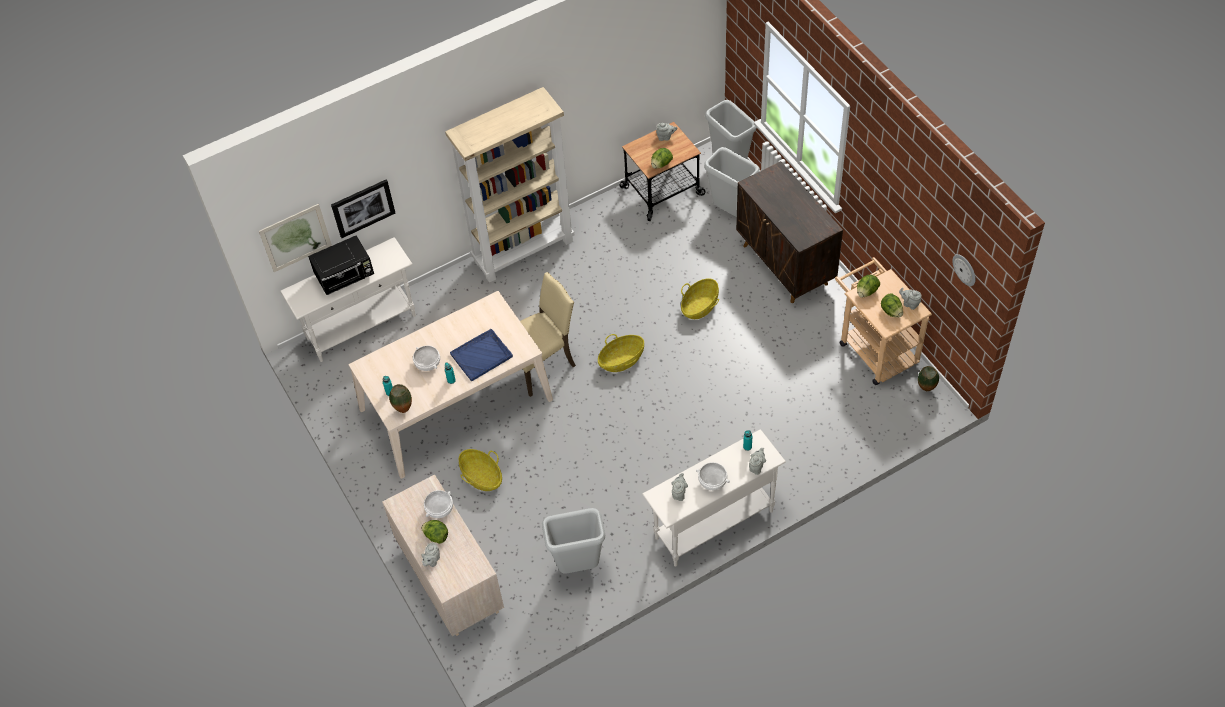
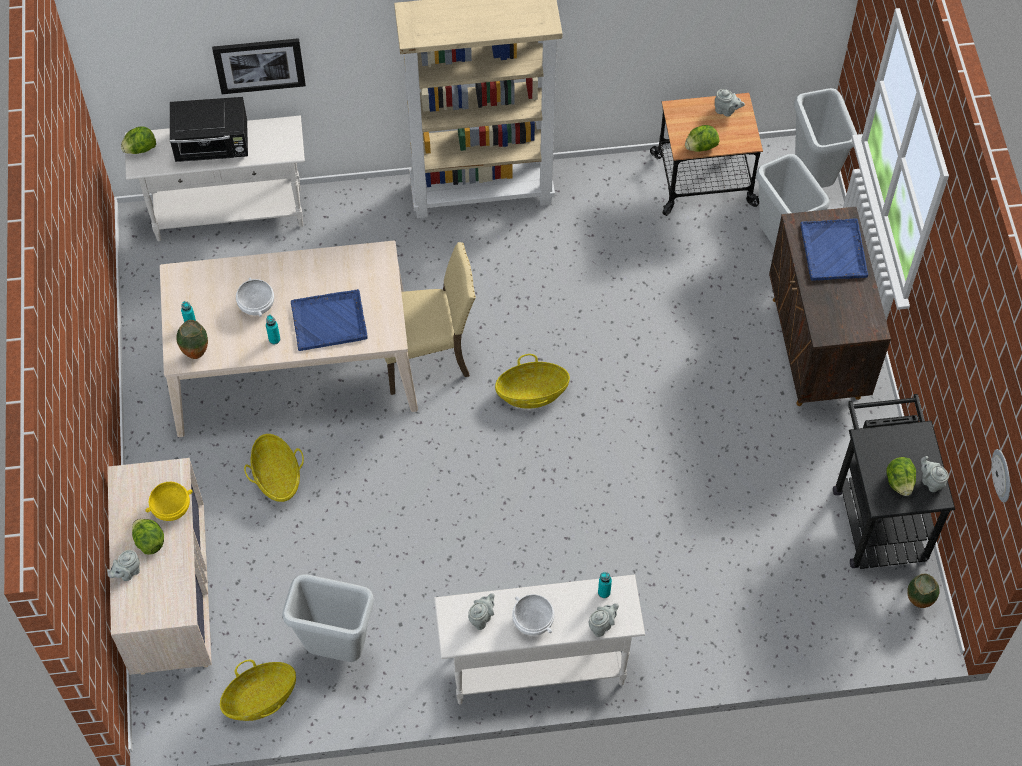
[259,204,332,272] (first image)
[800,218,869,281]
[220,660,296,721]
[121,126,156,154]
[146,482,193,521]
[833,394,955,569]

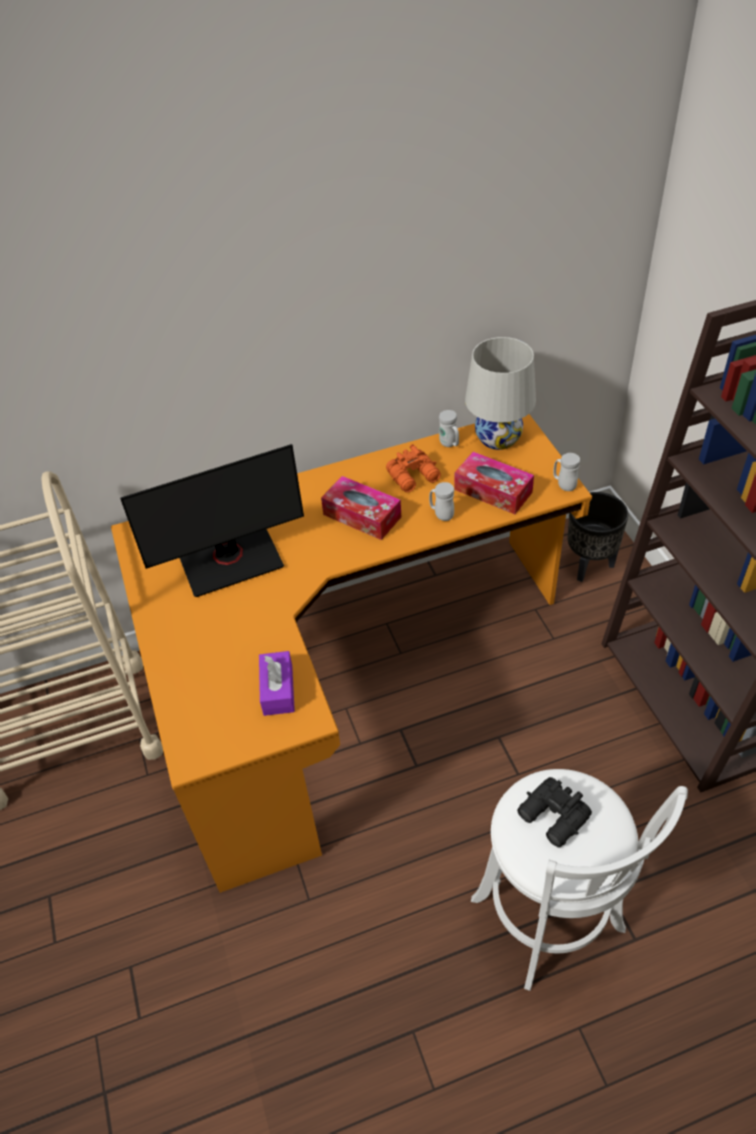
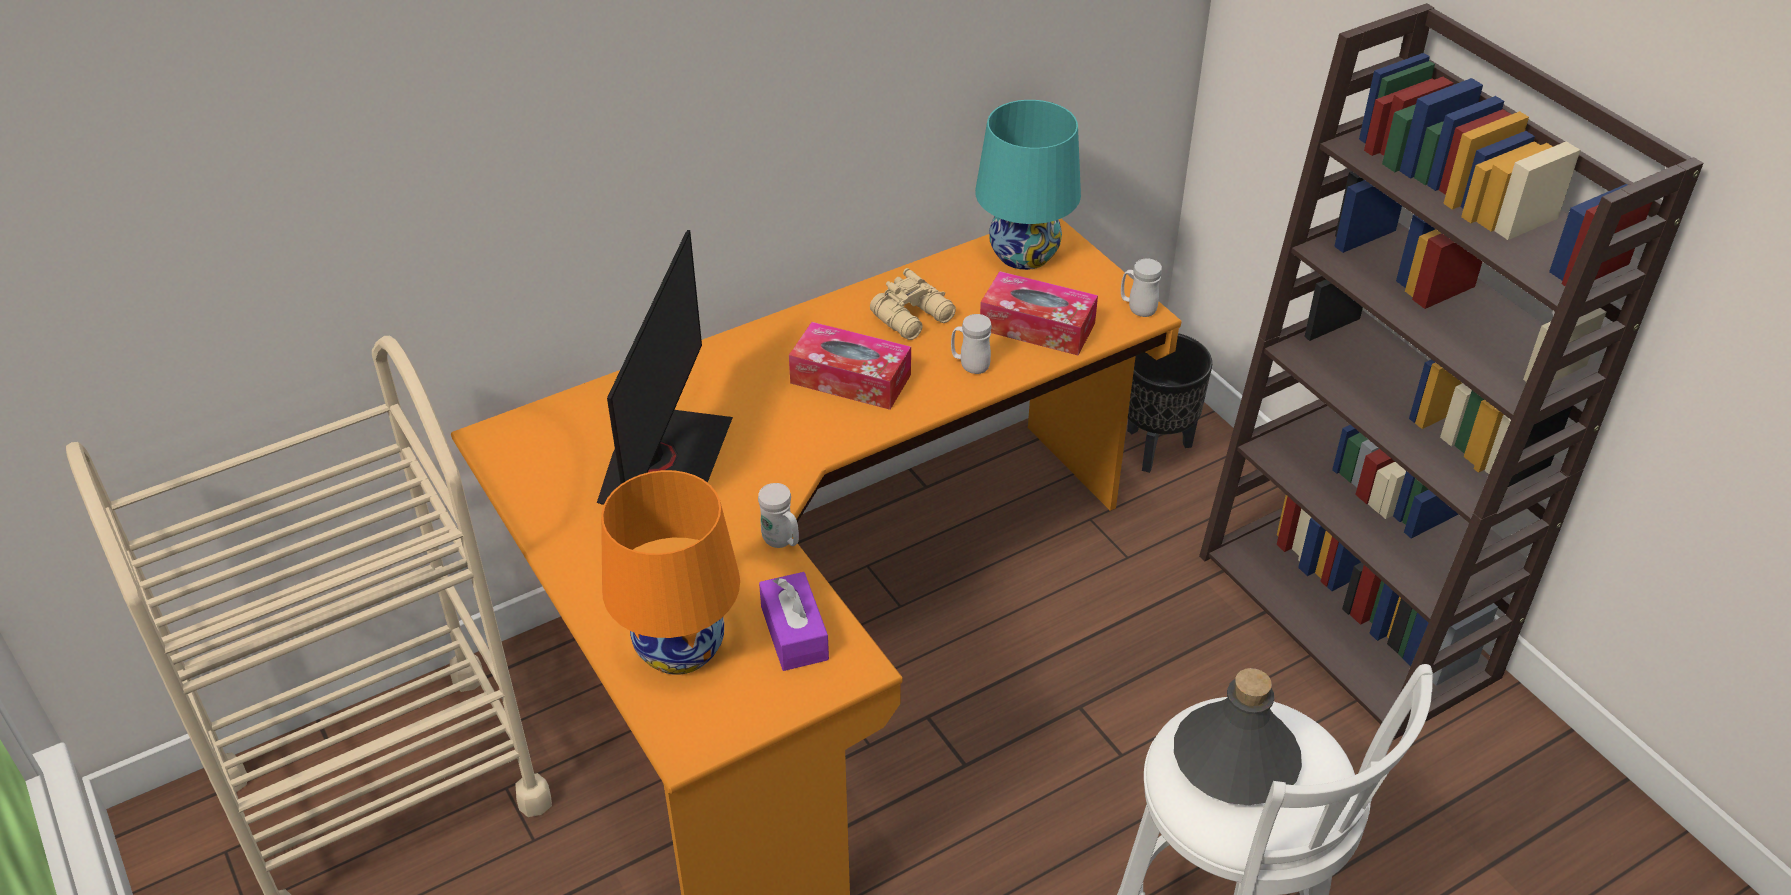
[601,470,740,675]
[758,483,799,548]
[1174,668,1302,805]
[870,268,956,340]
[975,100,1081,270]
[597,230,733,505]

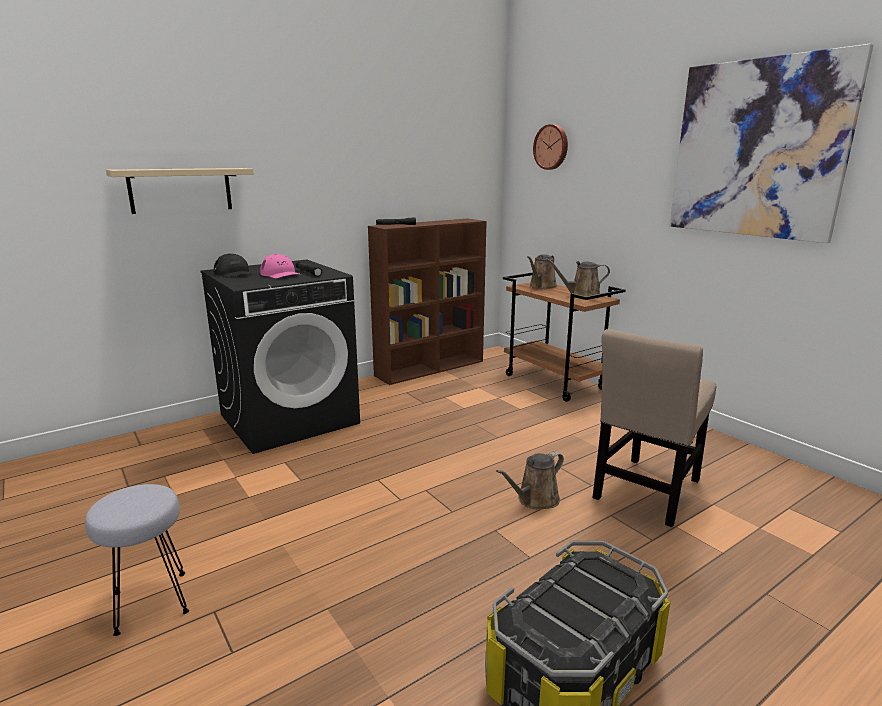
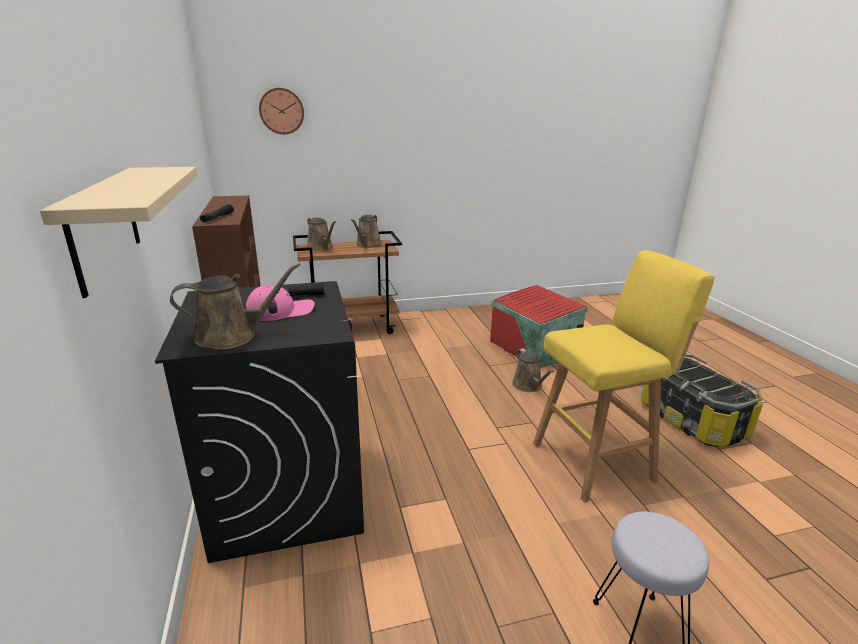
[669,44,873,243] (first image)
[533,250,715,502]
[170,263,300,350]
[490,285,588,368]

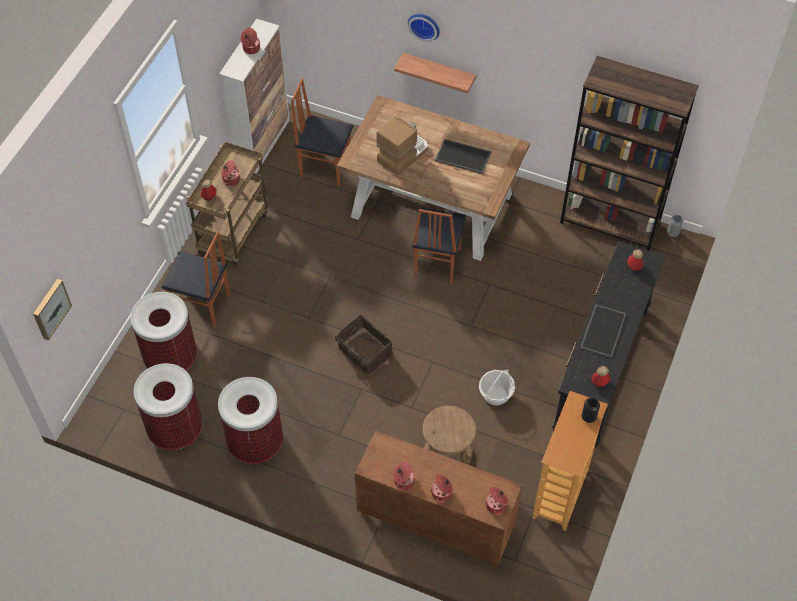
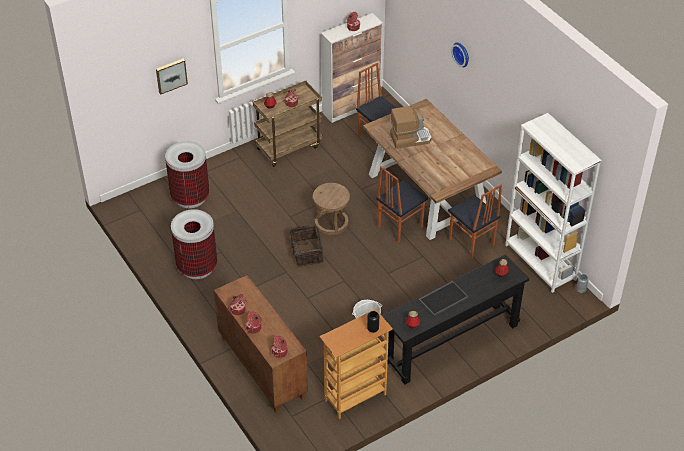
[134,363,202,450] (first image)
[394,53,476,93] (first image)
[435,139,492,174] (first image)
[156,59,188,94]
[448,185,502,259]
[313,183,350,235]
[505,113,602,293]

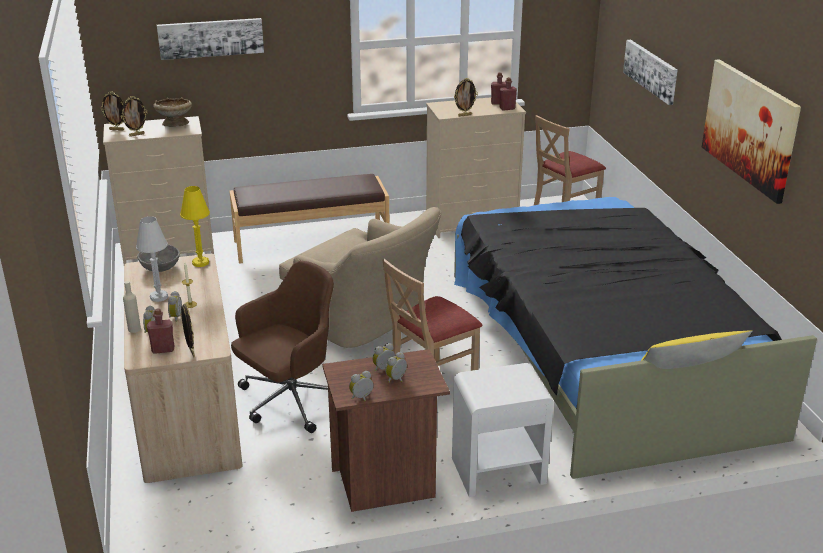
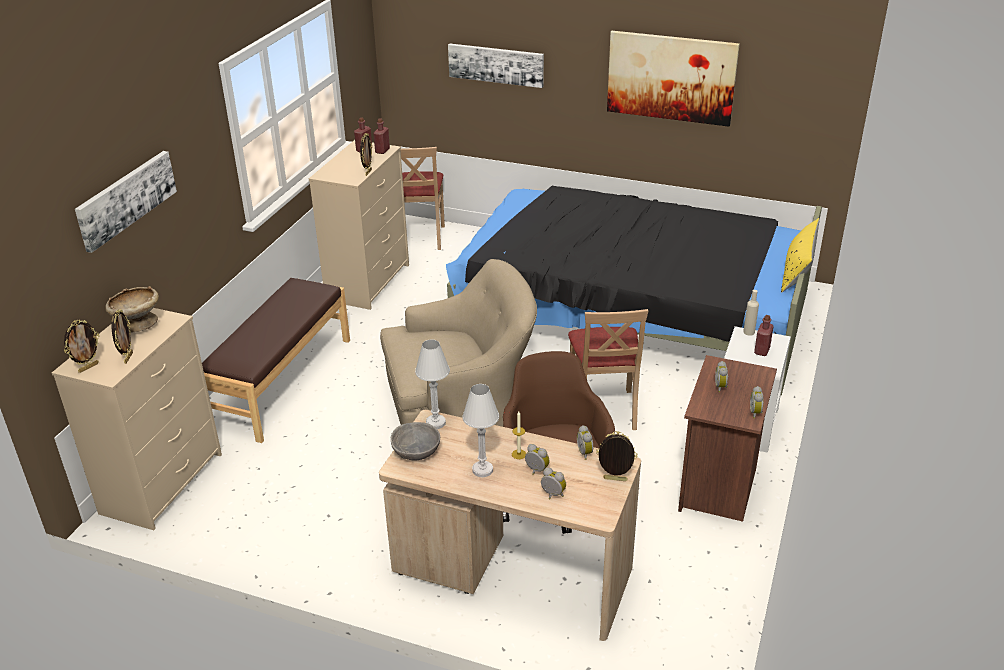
[743,290,759,336]
[754,315,774,356]
[577,425,593,460]
[415,340,450,429]

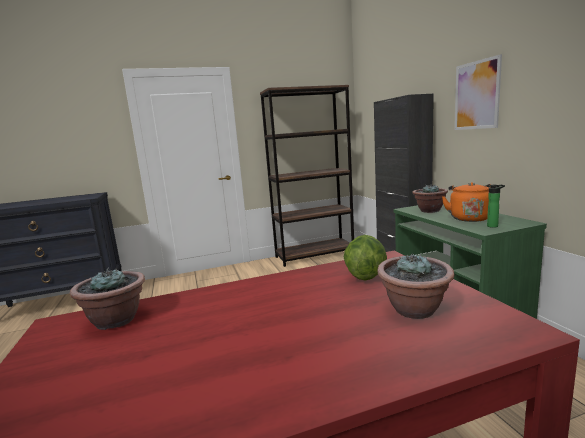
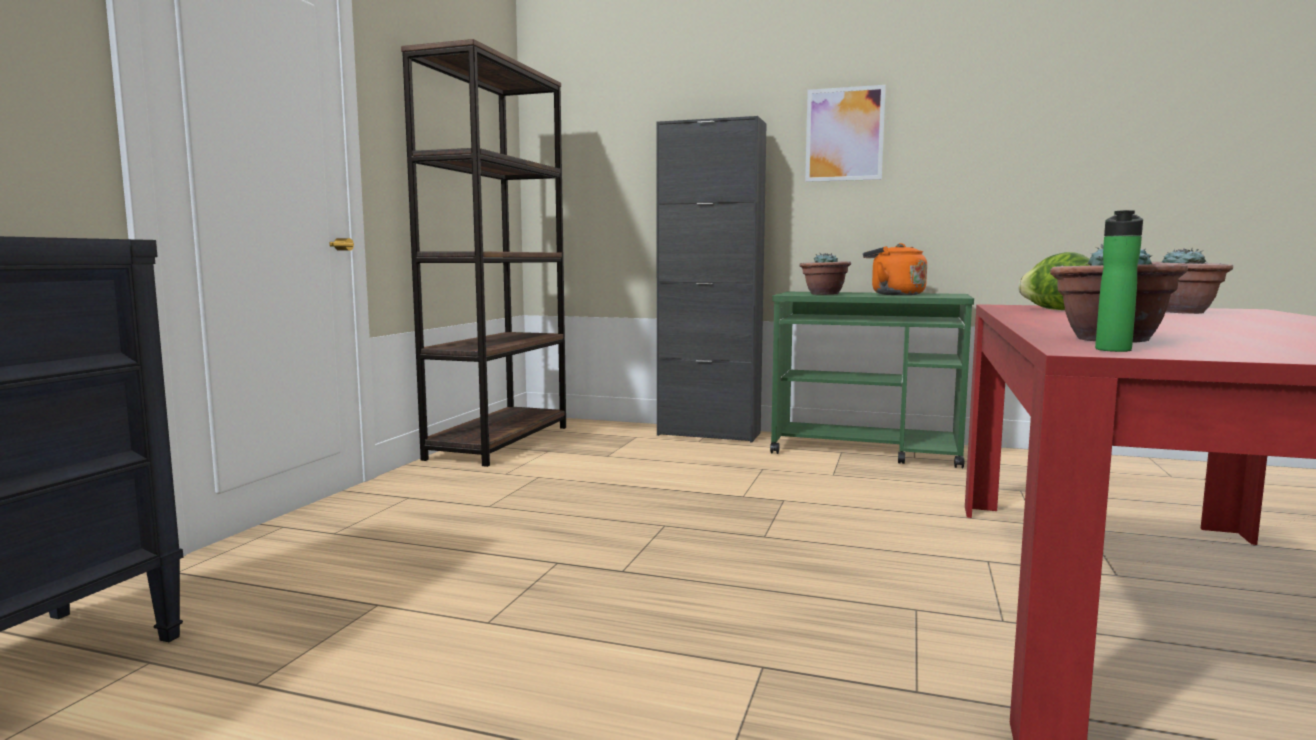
[1095,210,1143,352]

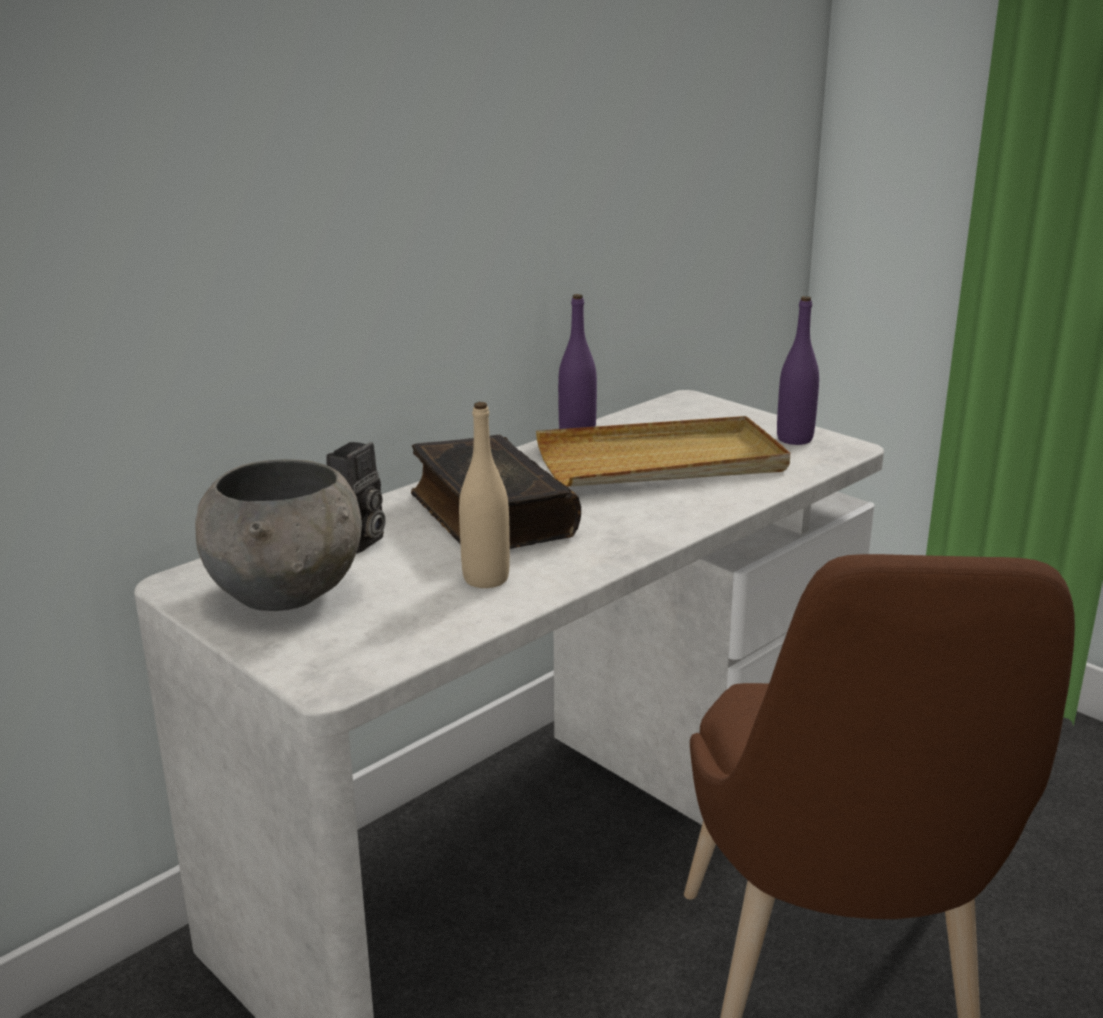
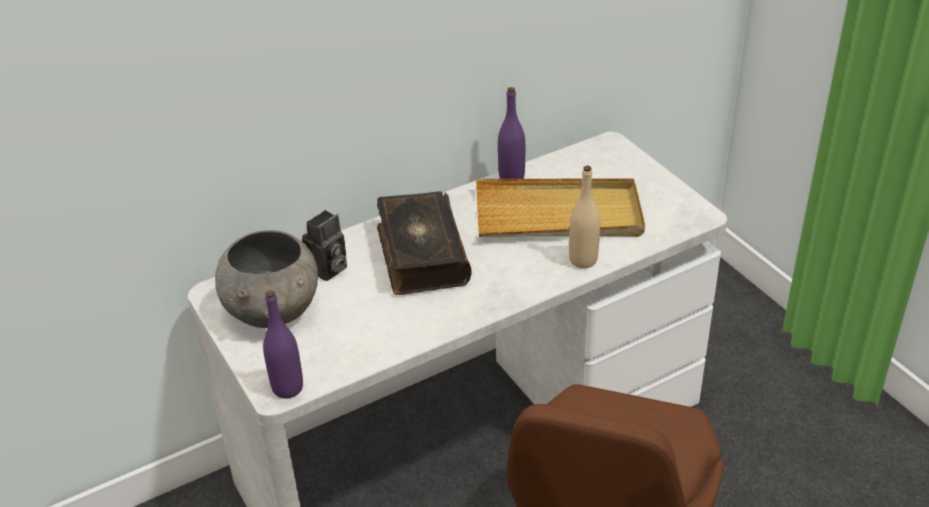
[569,165,600,268]
[263,290,303,398]

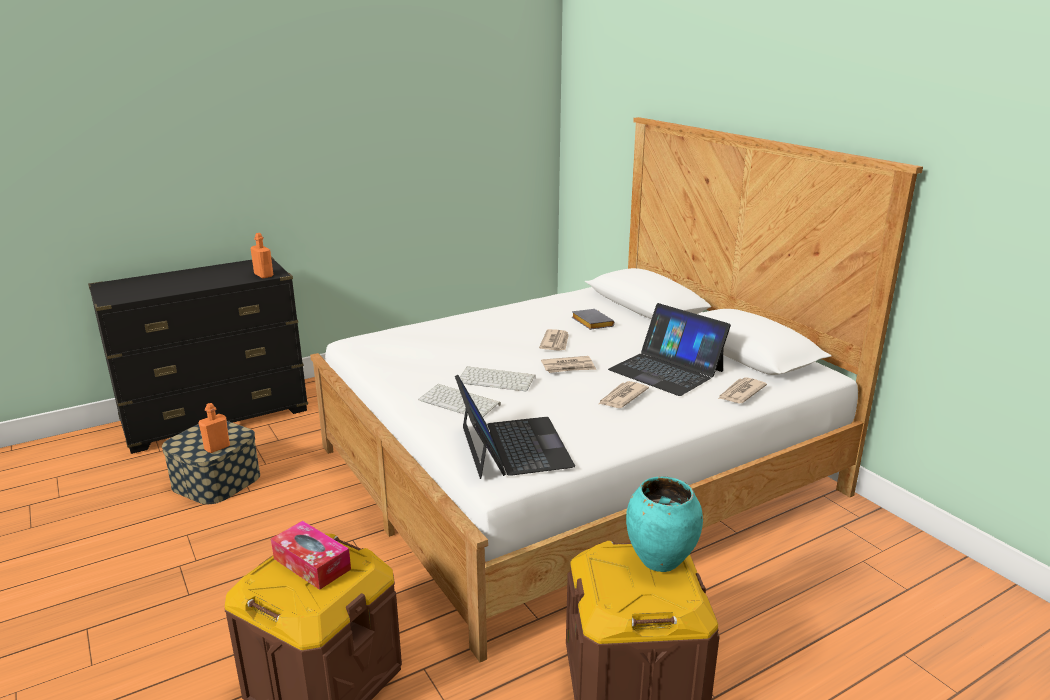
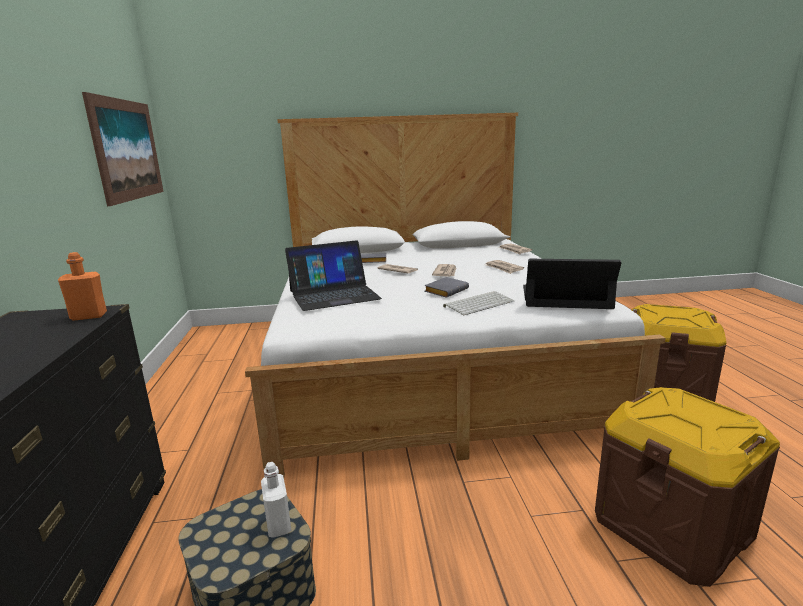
[271,521,351,590] (first image)
[626,476,703,572] (first image)
[82,92,164,206]
[285,240,382,311]
[424,277,469,298]
[261,462,291,538]

